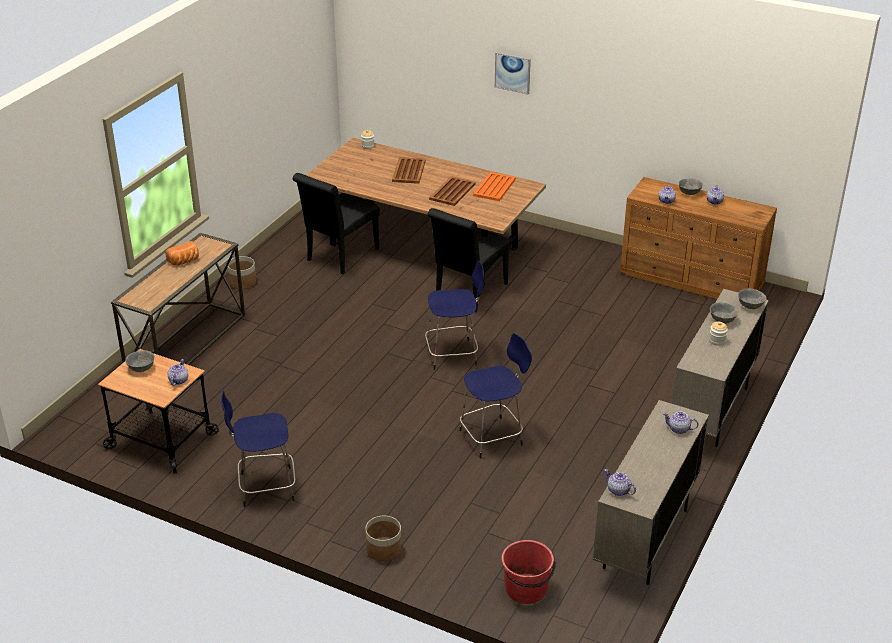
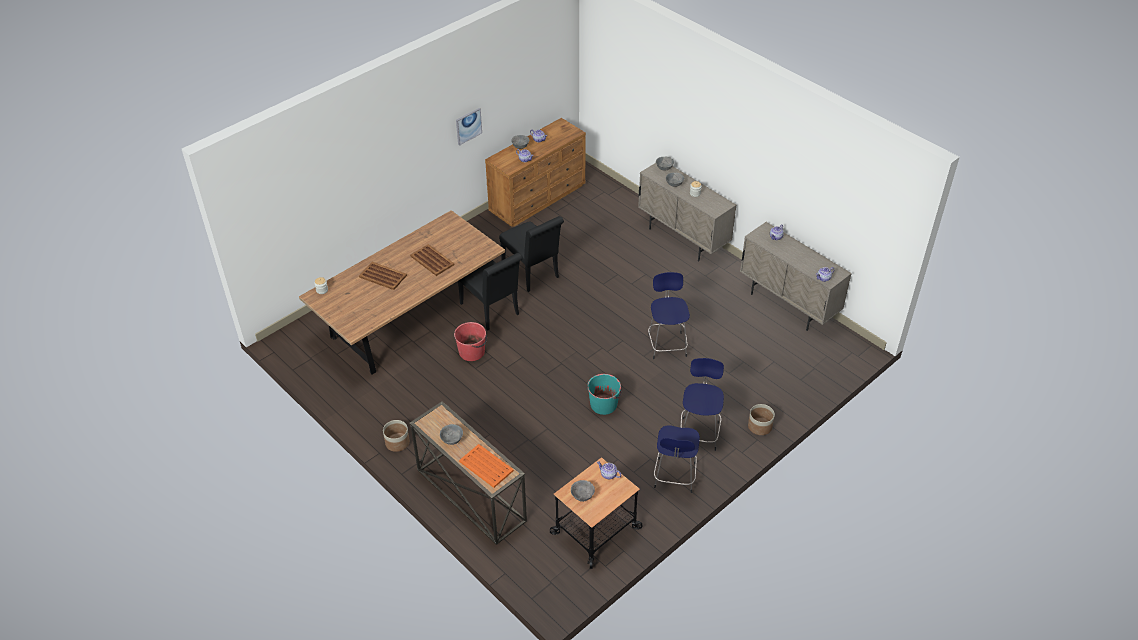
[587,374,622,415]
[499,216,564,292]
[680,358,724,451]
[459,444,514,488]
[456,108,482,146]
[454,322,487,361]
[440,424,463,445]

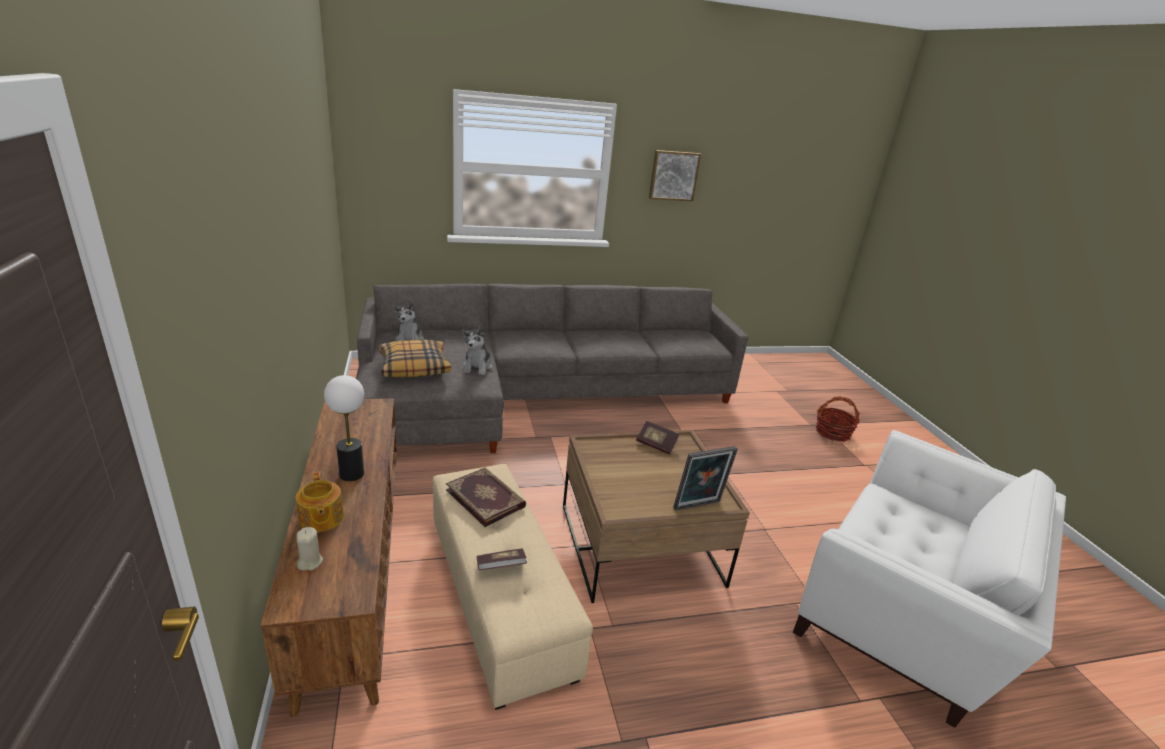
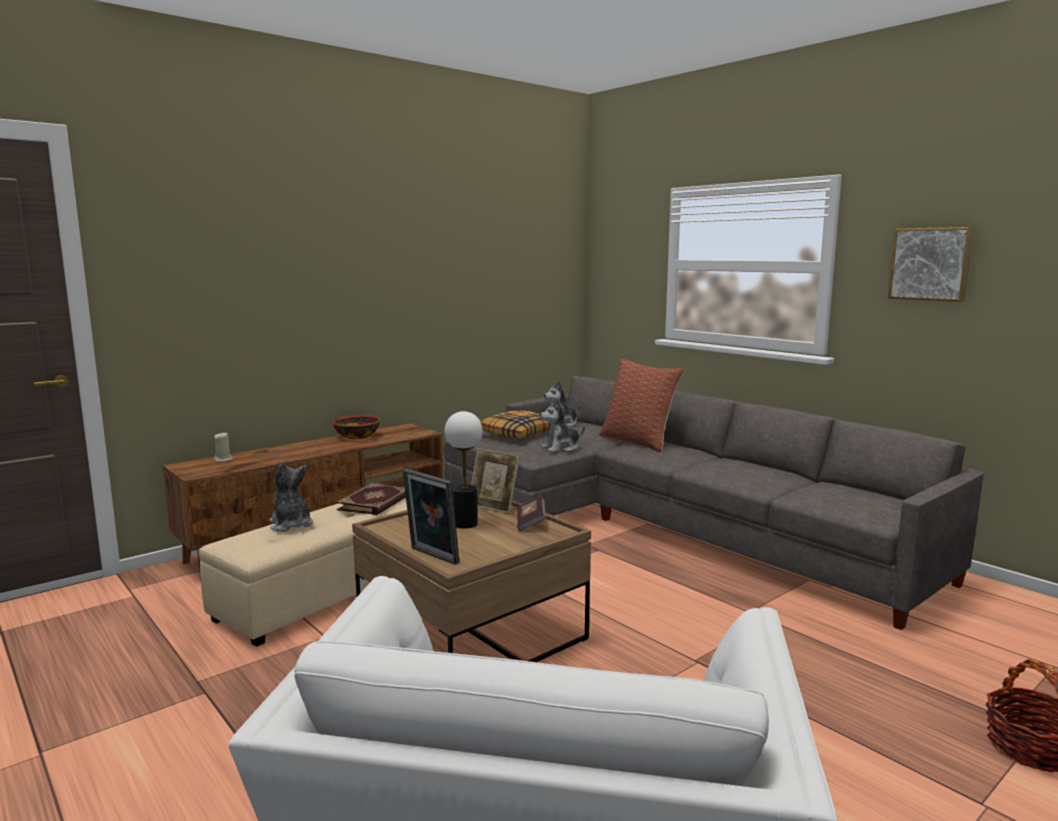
[296,472,344,533] (first image)
[333,415,380,439]
[471,448,520,514]
[599,359,684,452]
[445,411,482,529]
[270,460,313,532]

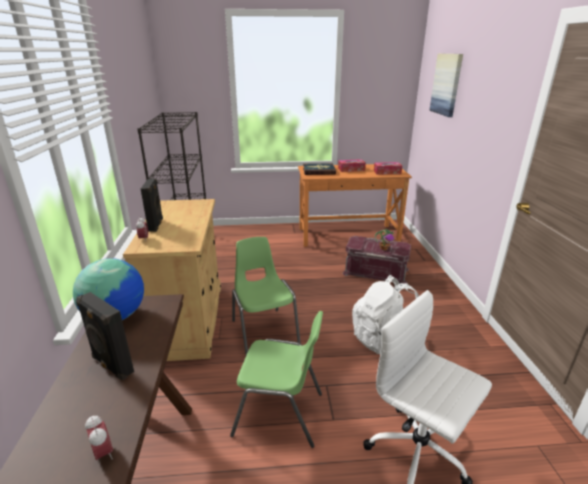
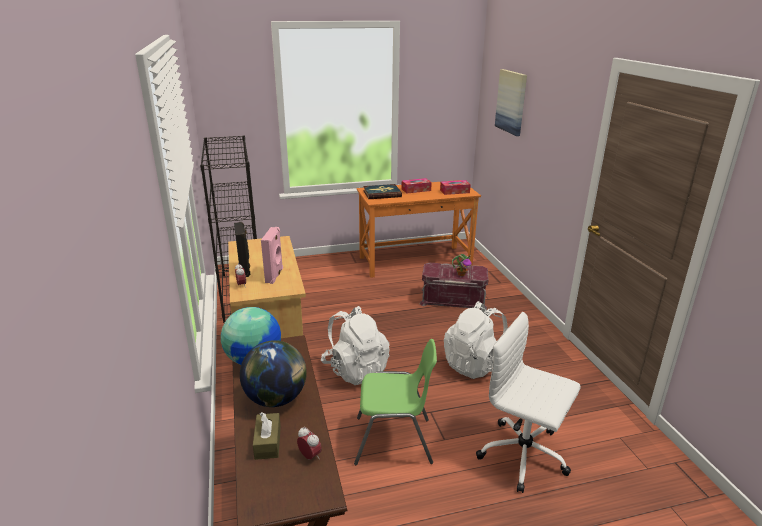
[253,412,281,460]
[261,227,283,284]
[240,340,307,407]
[321,306,390,385]

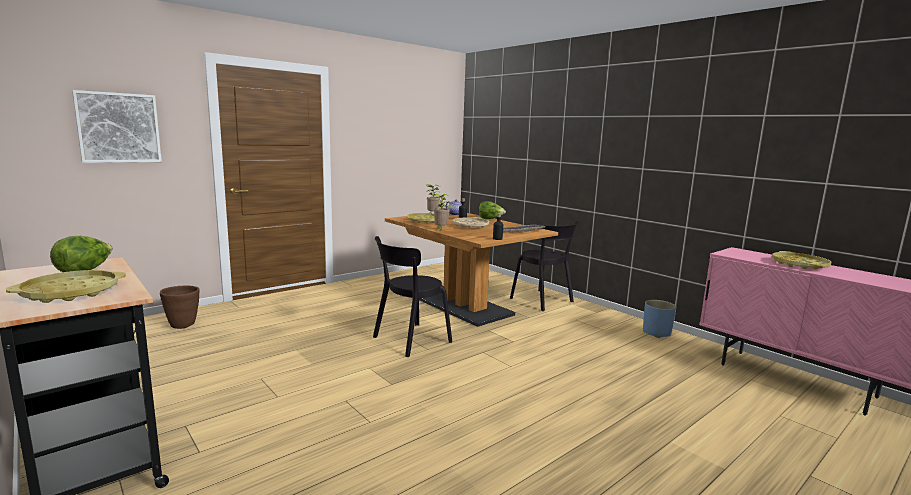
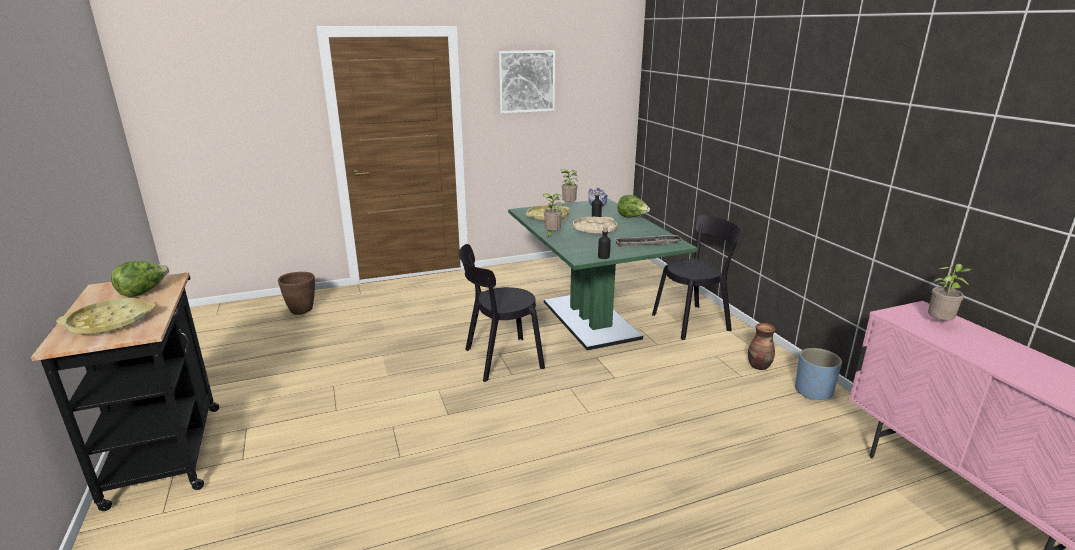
[772,251,831,269] (first image)
[748,323,775,370]
[928,264,972,320]
[498,50,555,114]
[508,199,698,350]
[652,215,743,340]

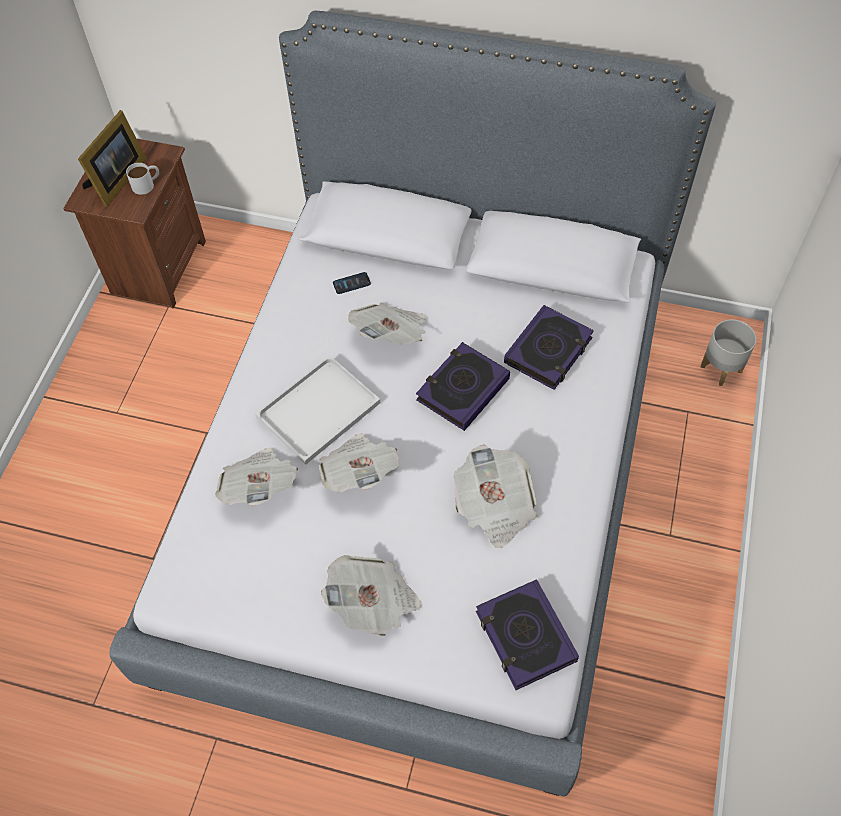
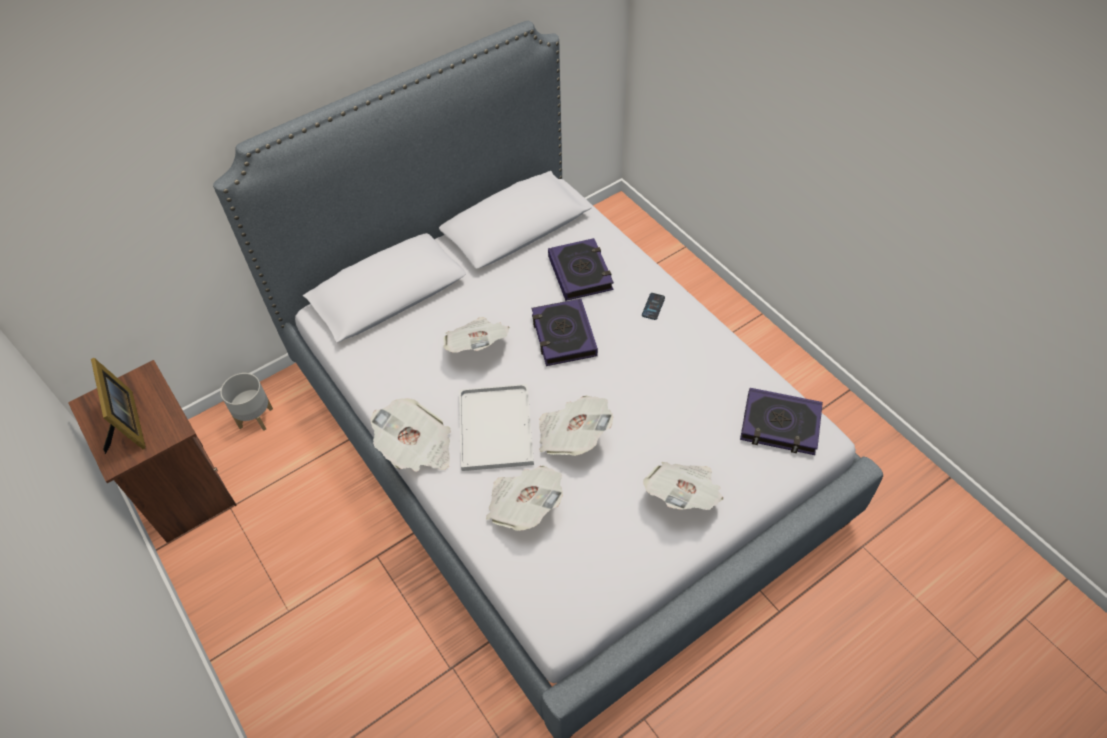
[126,163,159,195] (first image)
[642,293,665,320]
[371,398,451,472]
[220,373,273,431]

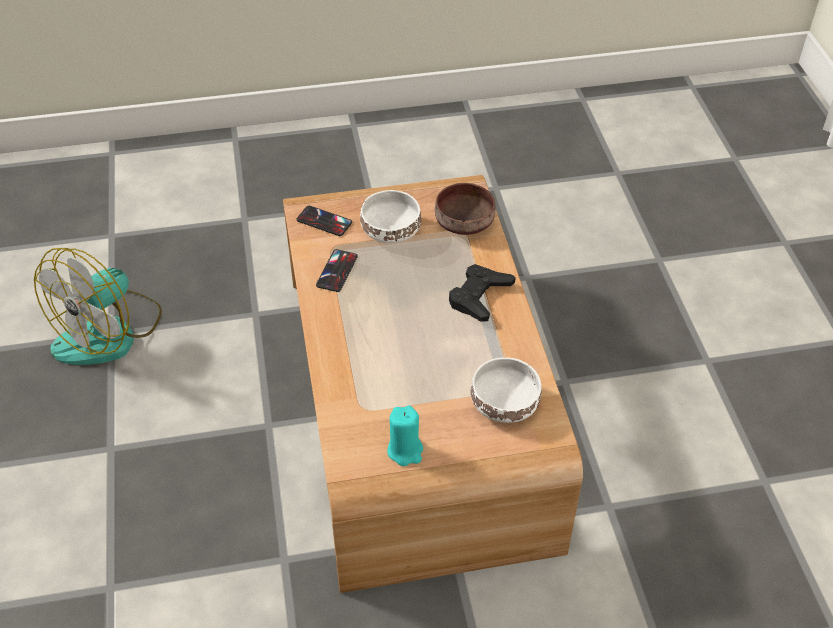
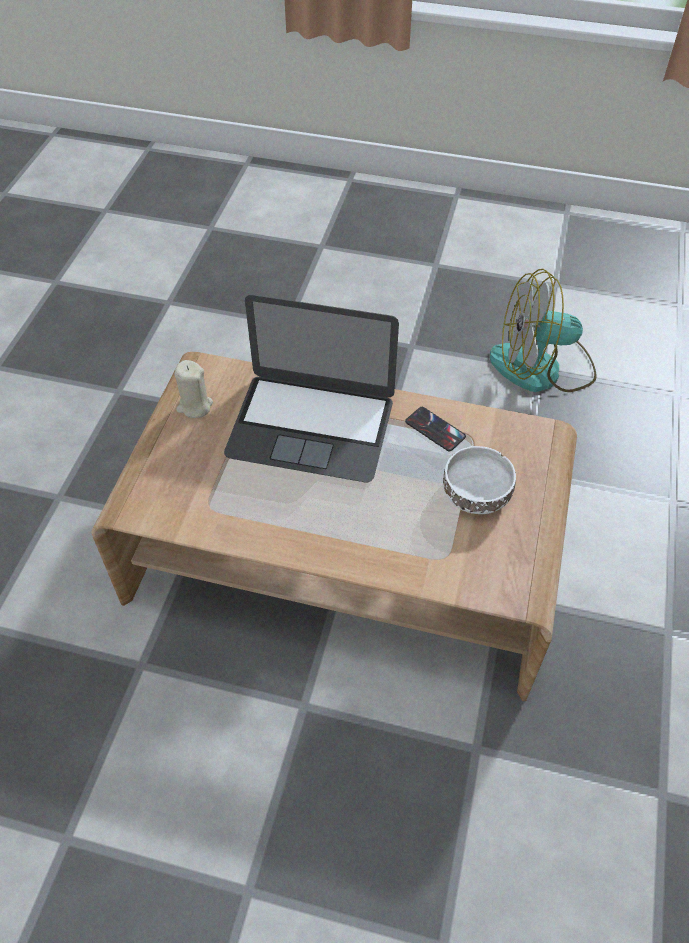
[296,206,352,236] (first image)
[435,183,495,235] (first image)
[449,264,516,322] (first image)
[471,357,542,423] (first image)
[224,295,399,482]
[174,360,213,418]
[490,269,597,392]

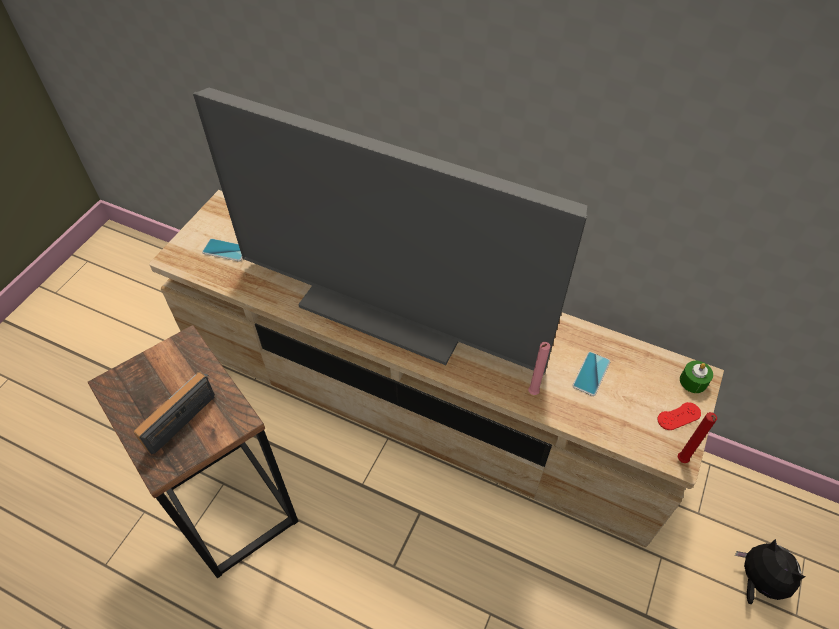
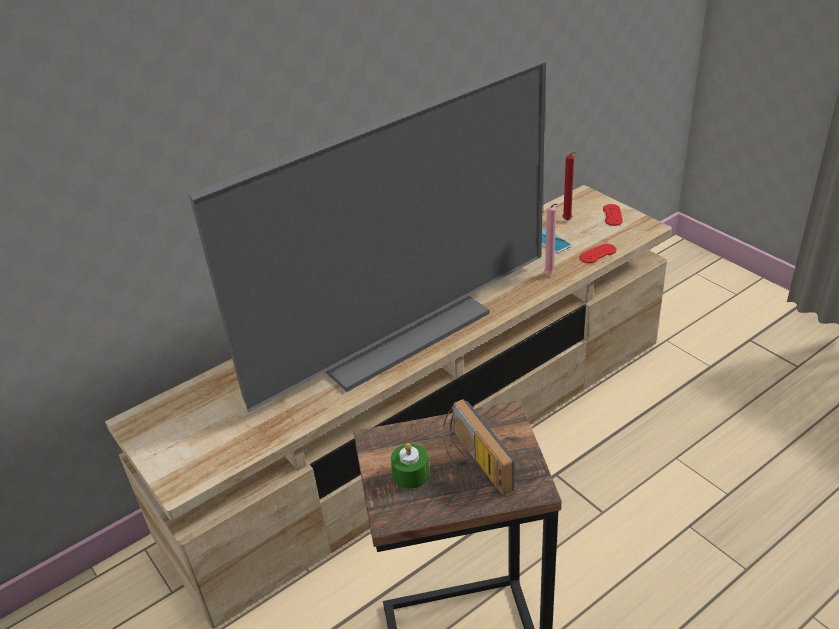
[202,238,243,261] (first image)
[735,539,805,604] (first image)
[580,244,616,263]
[562,152,577,220]
[391,443,430,489]

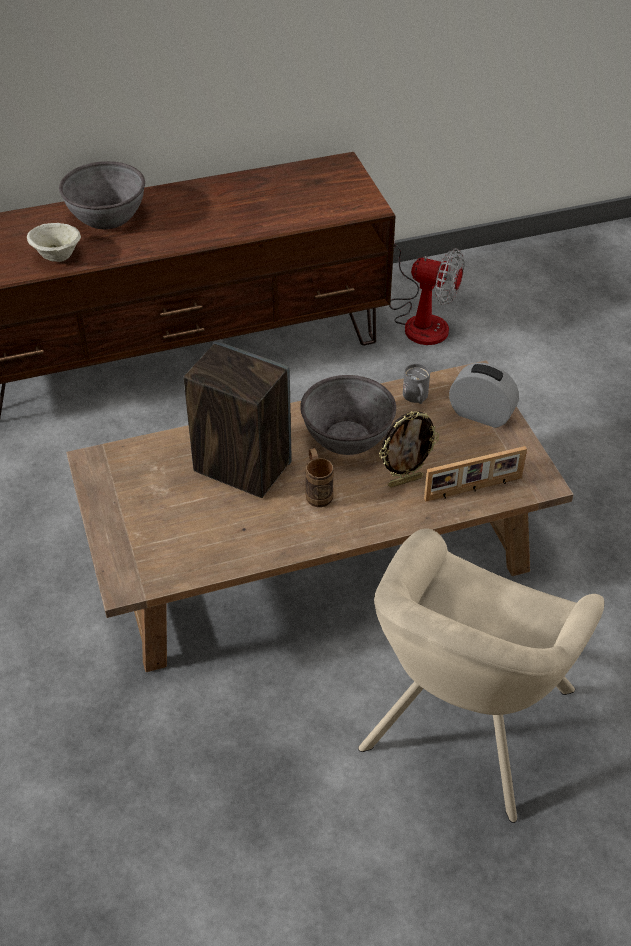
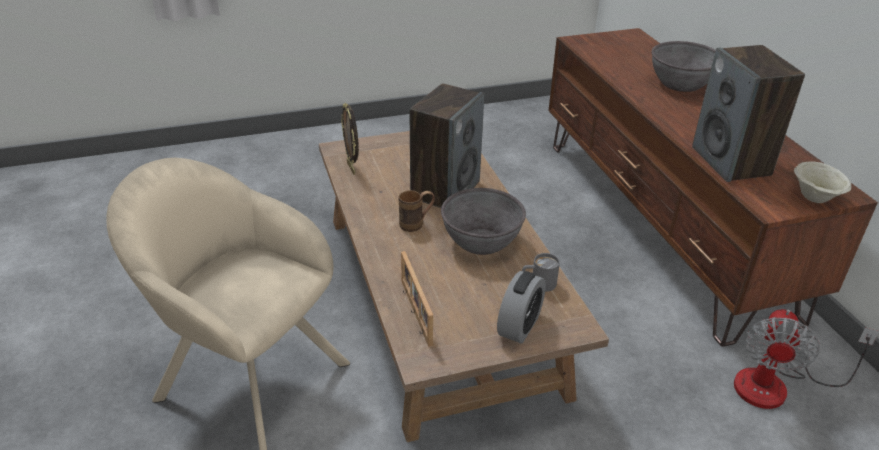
[692,45,805,182]
[794,161,851,203]
[341,103,359,175]

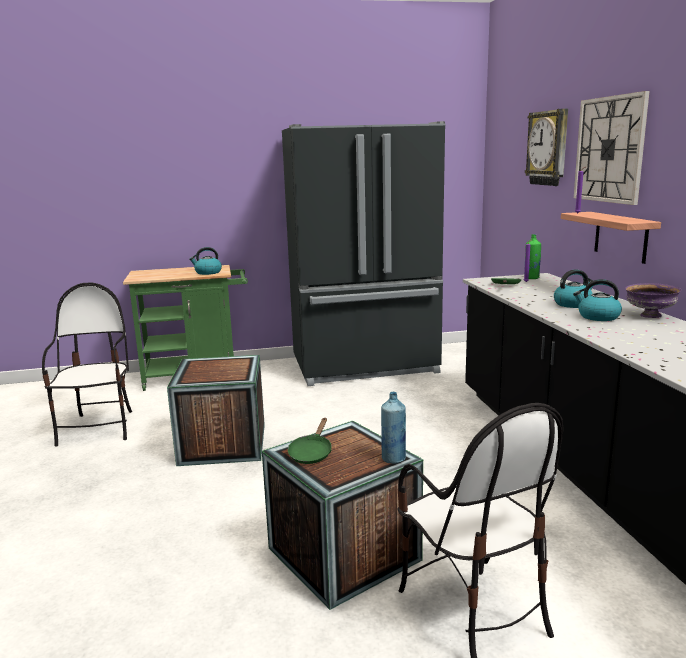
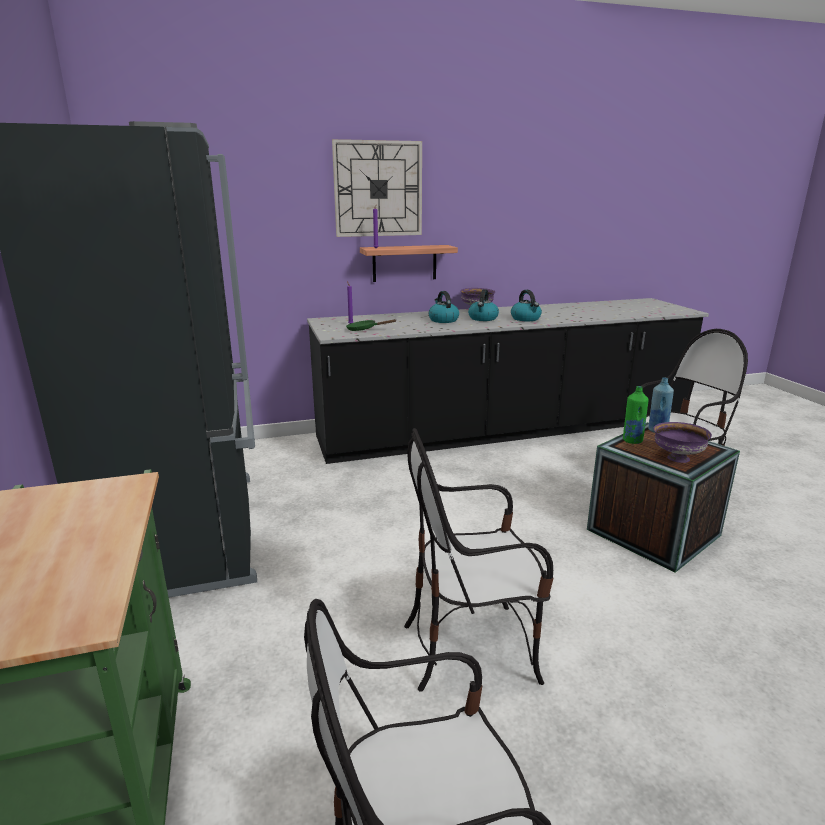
[525,108,568,186] (first image)
[511,290,542,321]
[623,386,649,444]
[404,428,554,692]
[653,422,712,463]

